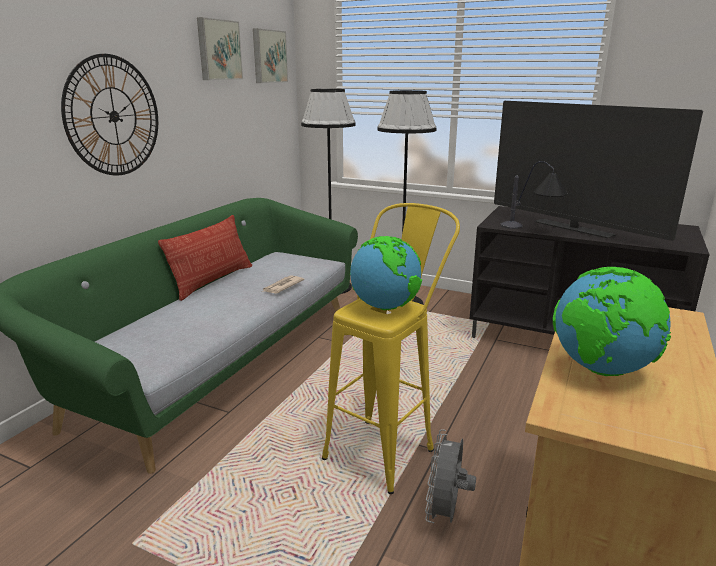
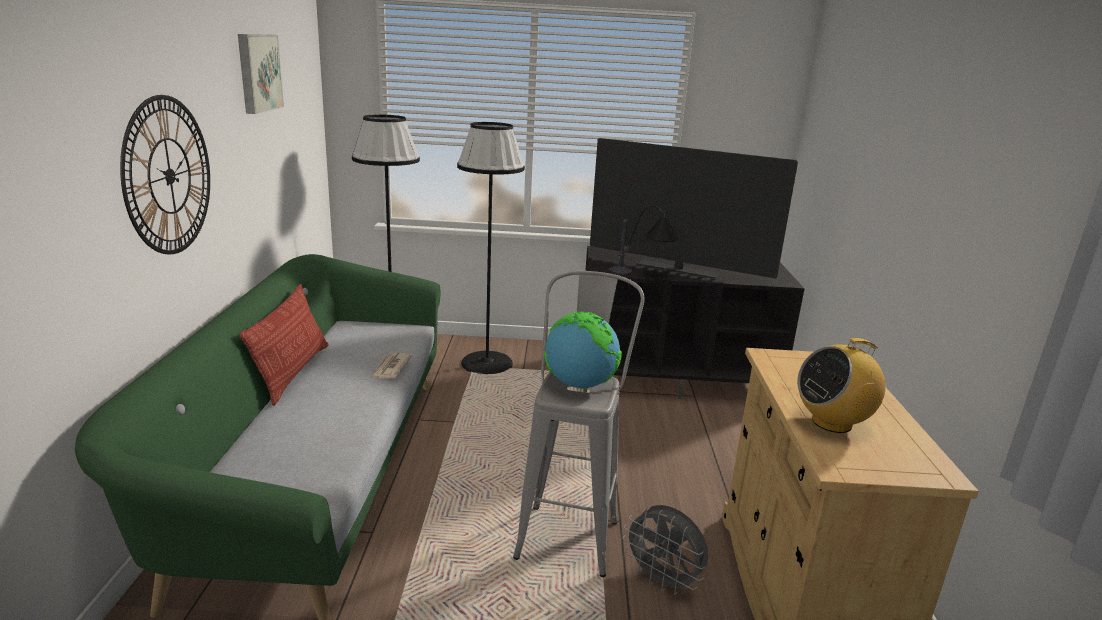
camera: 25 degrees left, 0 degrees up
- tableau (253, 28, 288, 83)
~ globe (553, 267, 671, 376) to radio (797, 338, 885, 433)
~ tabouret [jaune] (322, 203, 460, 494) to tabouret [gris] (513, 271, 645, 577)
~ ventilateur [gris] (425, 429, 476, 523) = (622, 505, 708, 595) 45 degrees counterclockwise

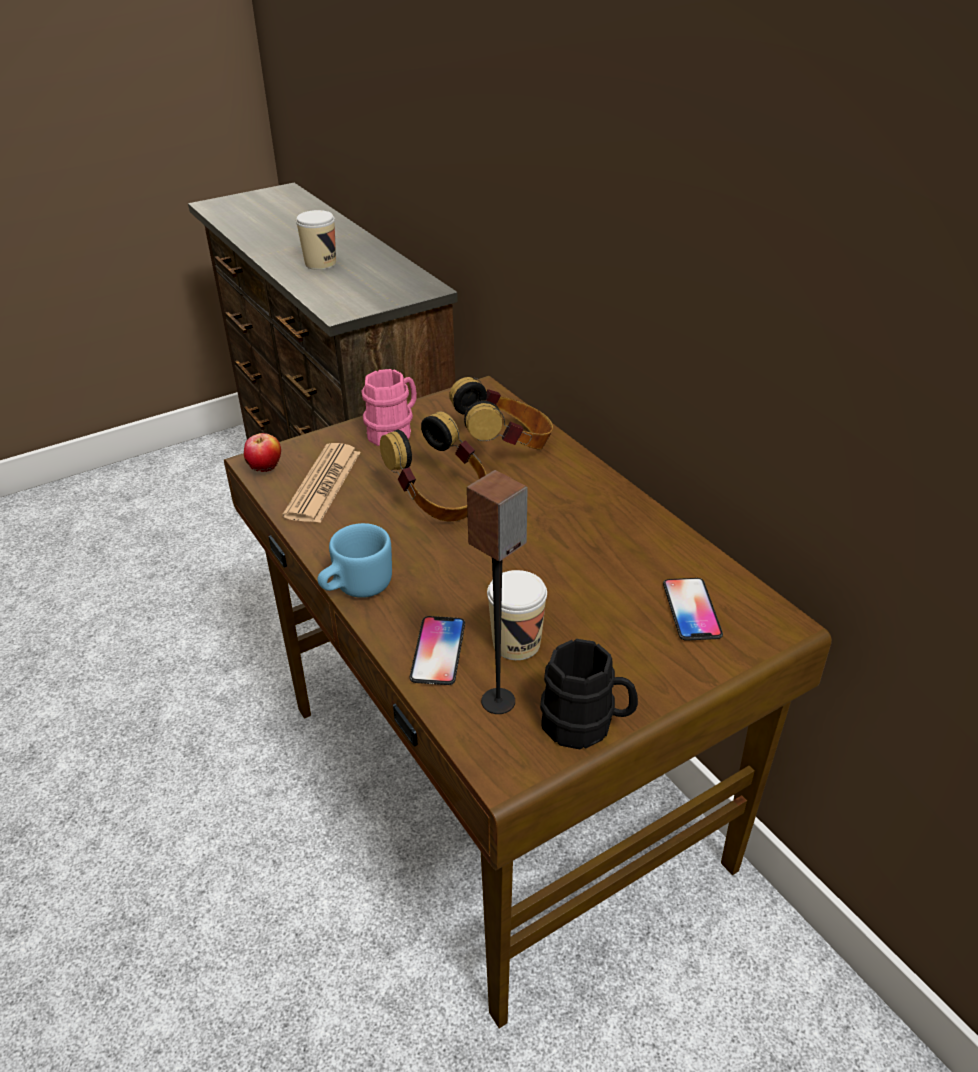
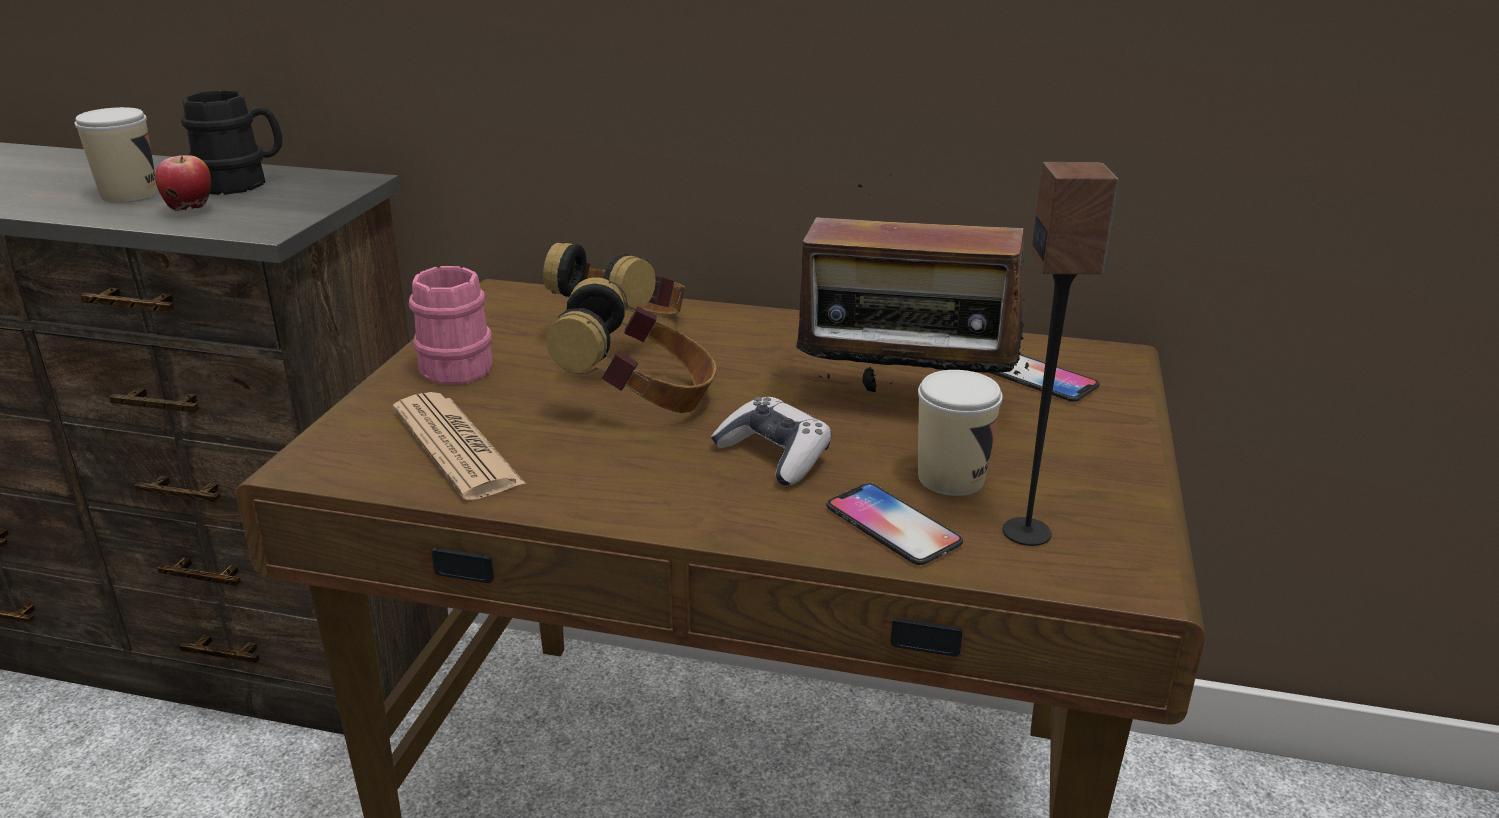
camera: 45 degrees left, 10 degrees down
- mug [bleu] (317, 523, 392, 598)
+ manette (711, 397, 831, 486)
+ radio (796, 174, 1029, 404)
~ pomme (244, 433, 281, 472) to (155, 155, 211, 212)
~ mug [noir] (540, 639, 638, 749) to (181, 90, 282, 195)

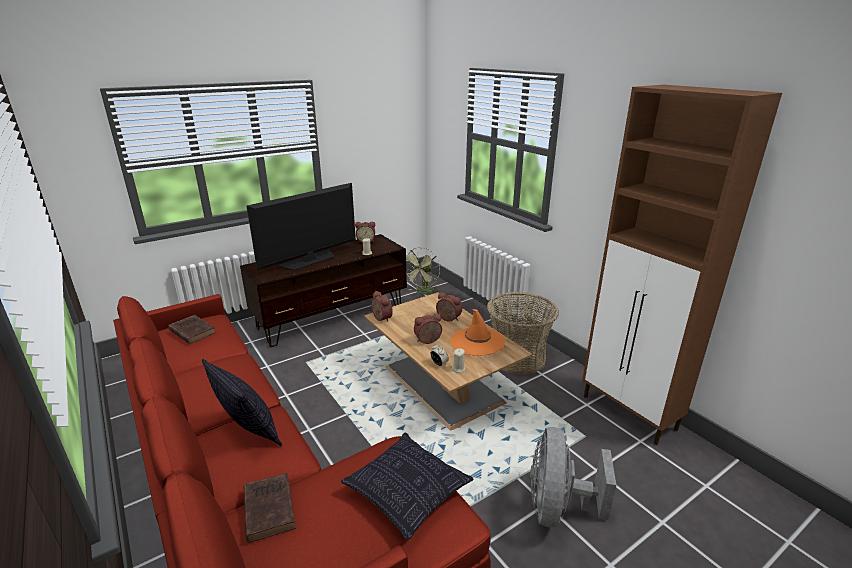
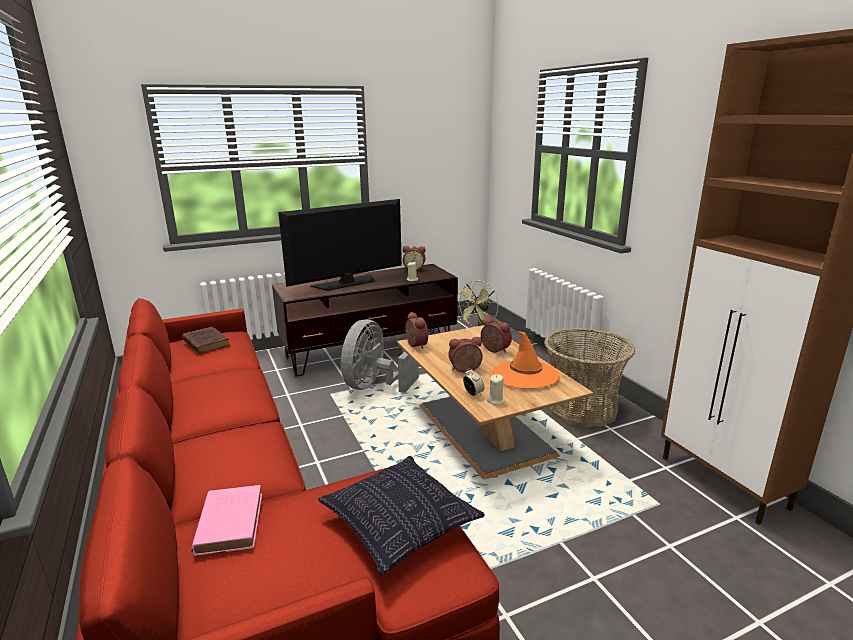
camera: 10 degrees right, 5 degrees down
- coussin (202, 359, 282, 446)
~ ventilateur [gris] (530, 427, 616, 527) to (341, 319, 419, 393)
~ livre [marron] (244, 473, 296, 543) to livre [rose] (191, 485, 262, 556)

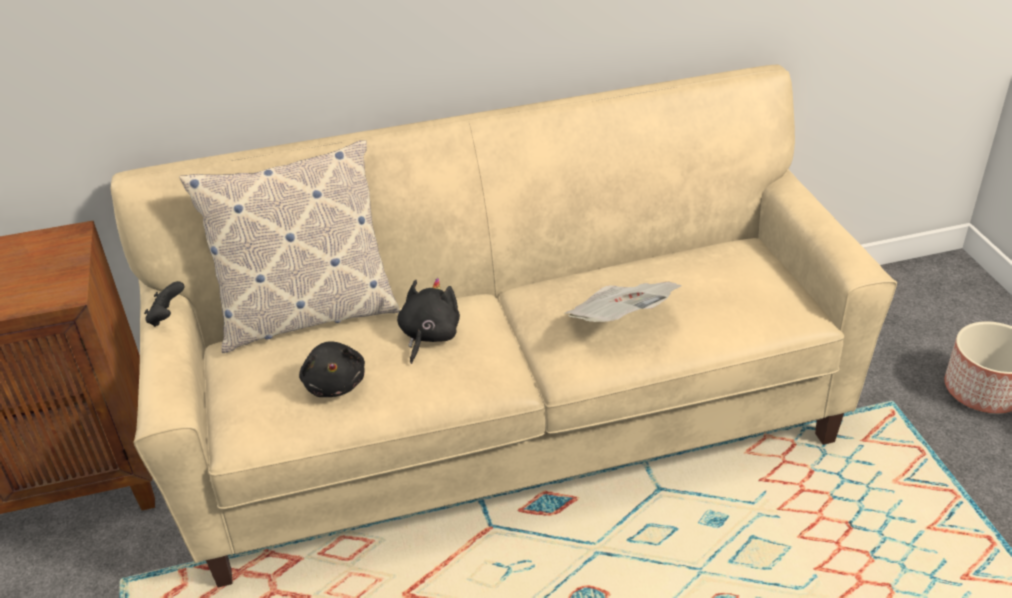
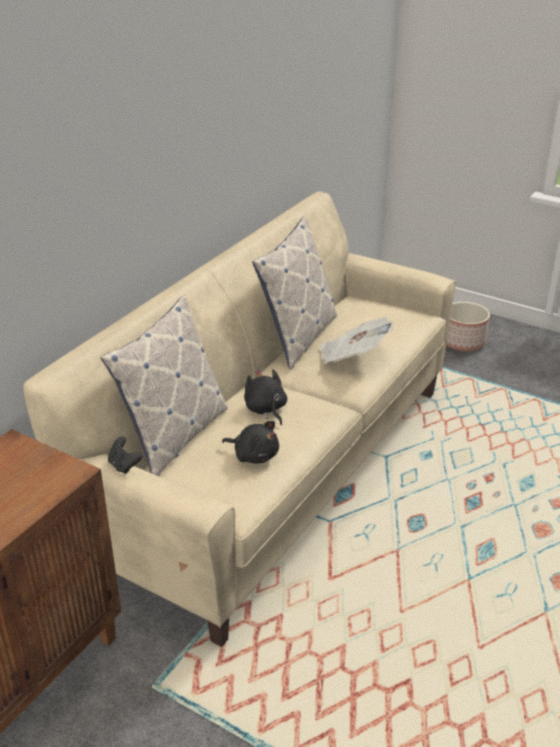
camera: 45 degrees left, 5 degrees down
+ coussin (252, 217, 337, 369)

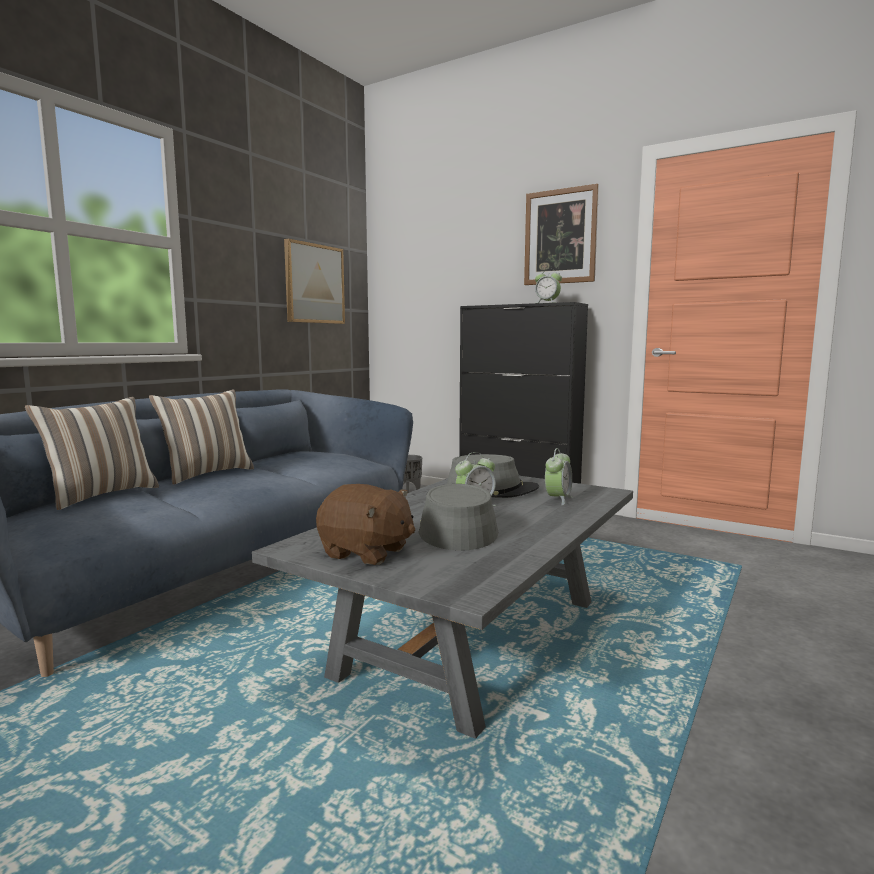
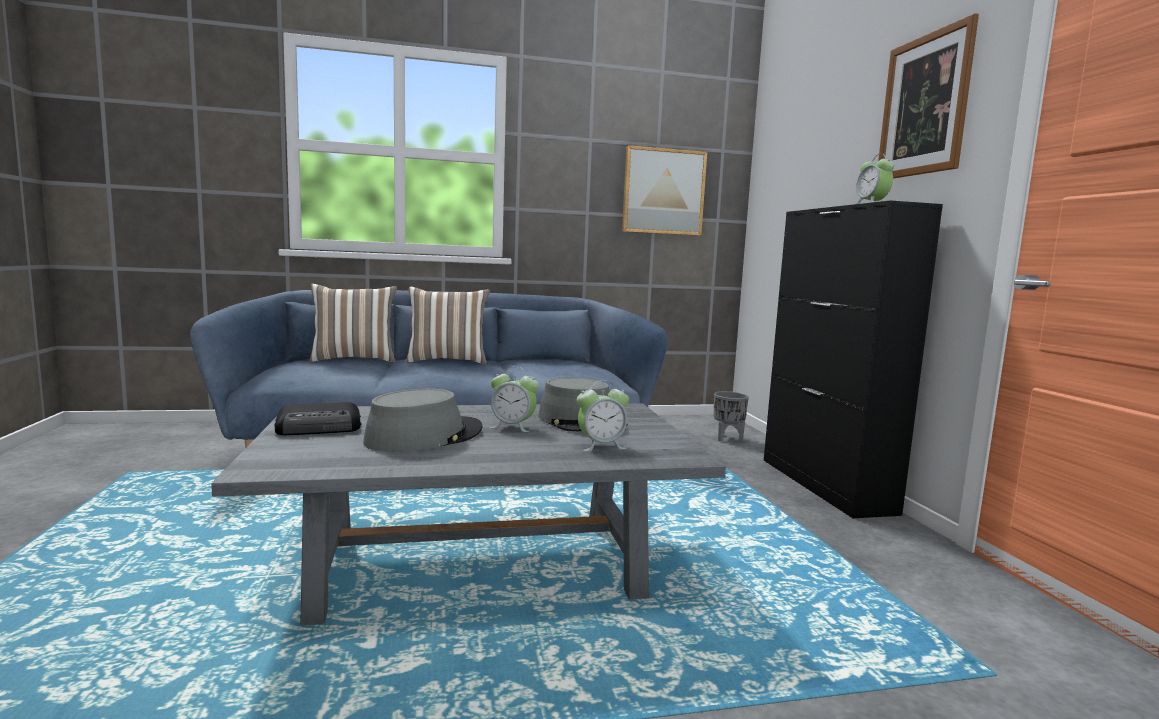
camera: 45 degrees right, 0 degrees up
~ peluche [marron] (316, 484, 415, 565) to radio (274, 402, 361, 435)

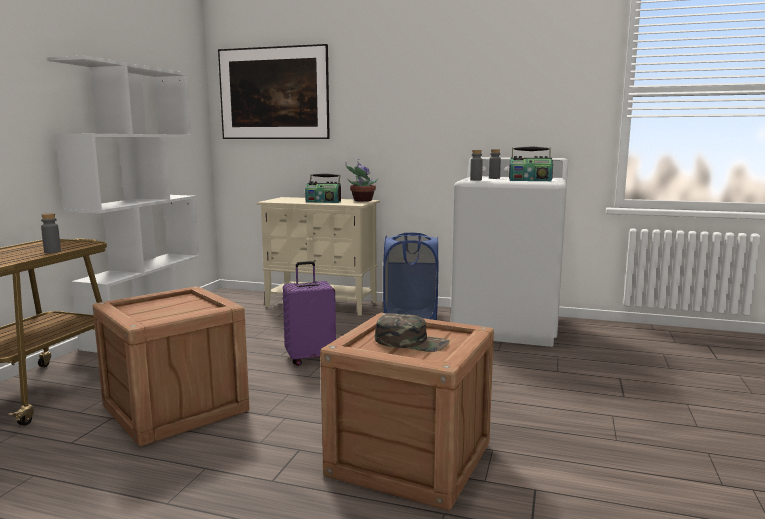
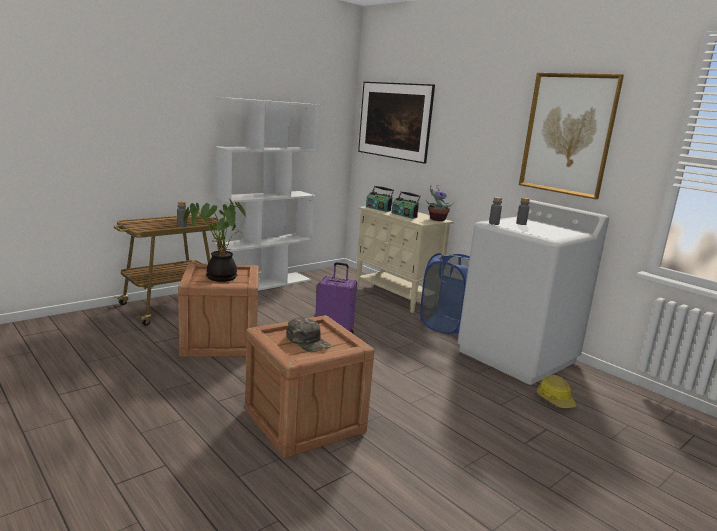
camera: 30 degrees right, 5 degrees up
+ plante en pot (183, 199, 246, 282)
+ tableau (519, 73, 624, 199)
+ casque de chantier (537, 375, 577, 408)
~ radio (509, 146, 553, 181) to (366, 186, 394, 212)

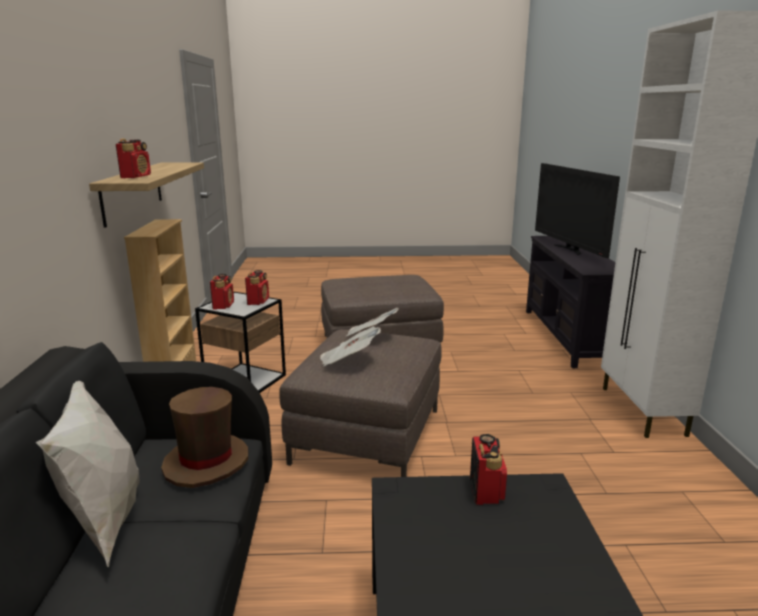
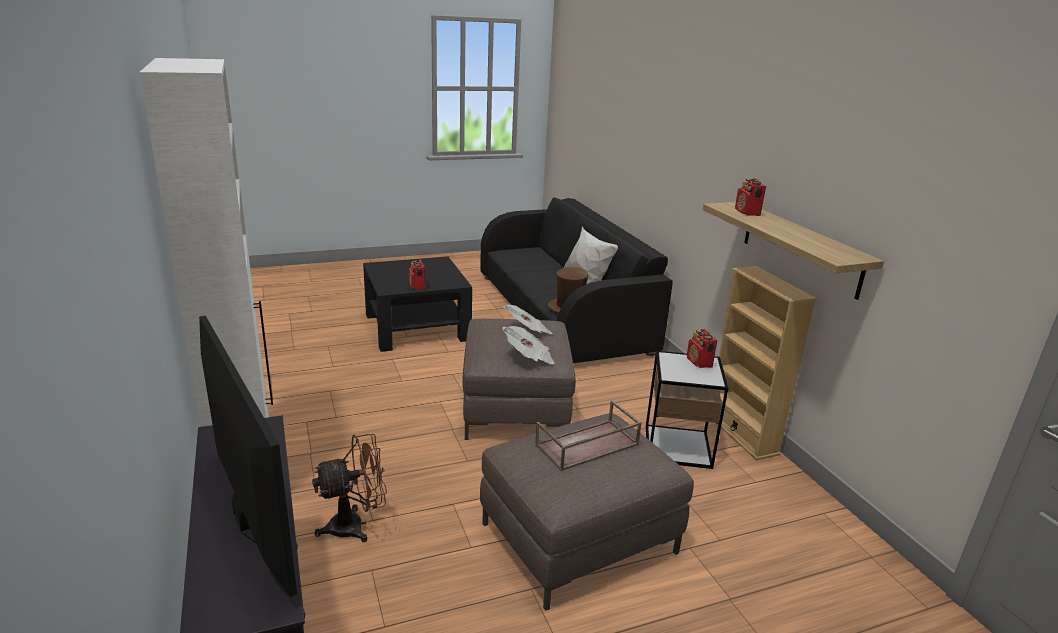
camera: 160 degrees right, 5 degrees up
- radio (245, 270, 269, 305)
+ ventilateur [marron] (312, 434, 387, 542)
+ plateau [marron] (535, 400, 642, 471)

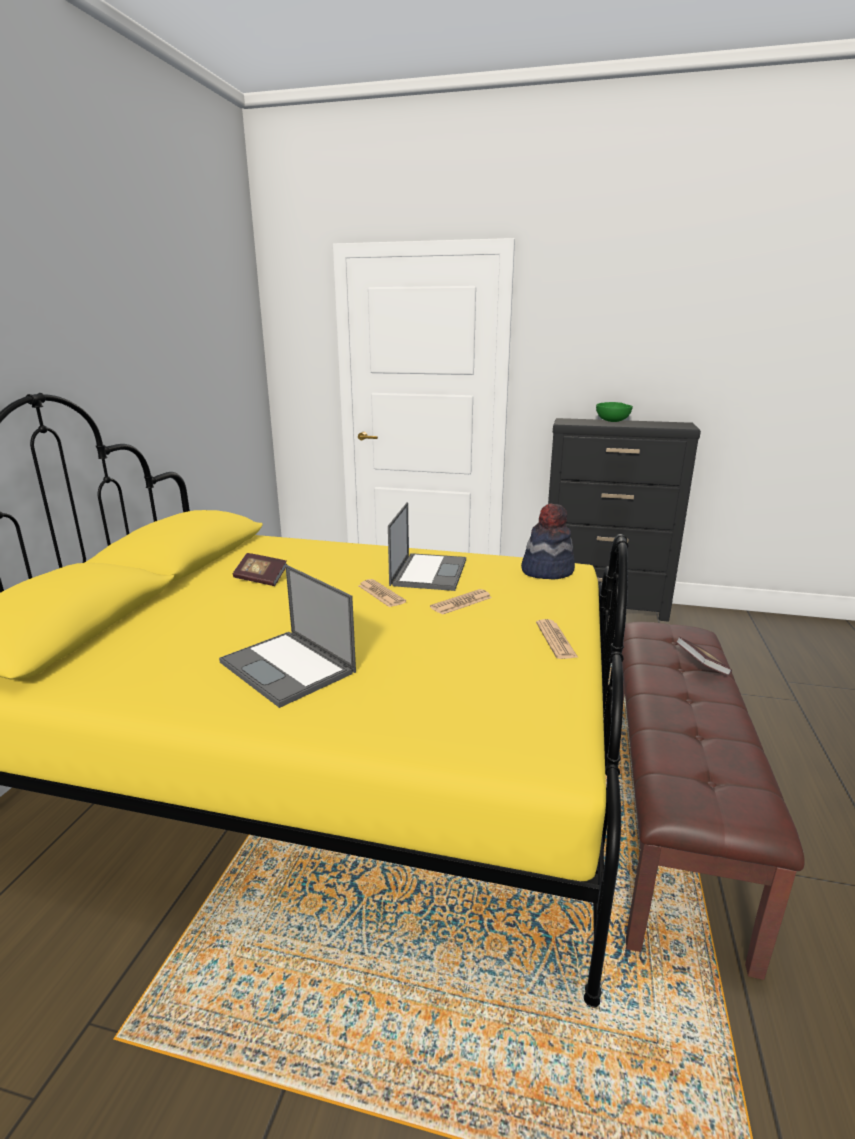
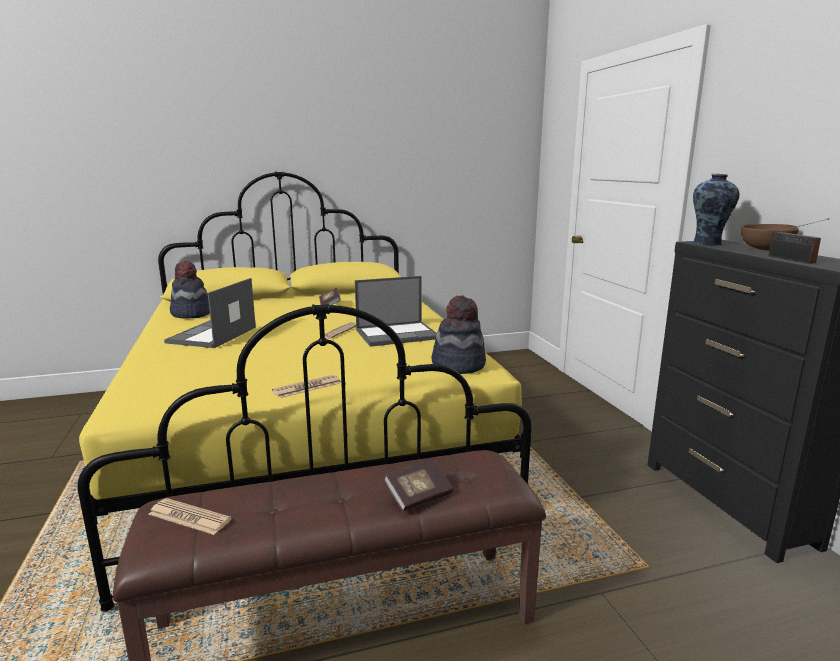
camera: 60 degrees right, 5 degrees down
+ chapeau (170, 261, 210, 318)
+ vase (693, 174, 739, 245)
+ radio (768, 218, 829, 264)
~ journal (430, 589, 492, 615) to (148, 498, 232, 535)
~ bol [vert] (596, 402, 633, 422) to bol [marron] (741, 224, 799, 250)

